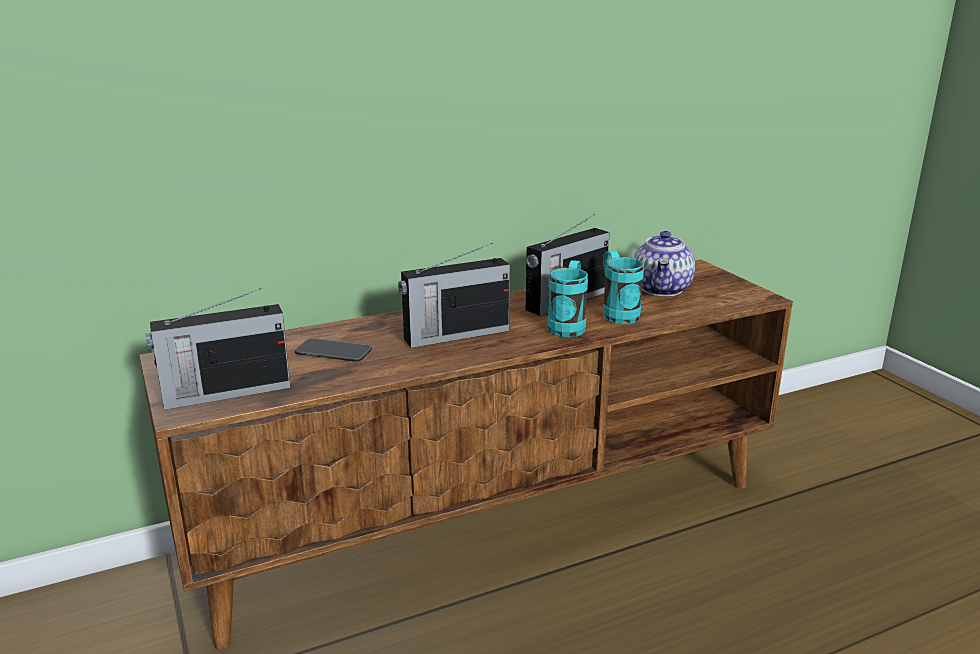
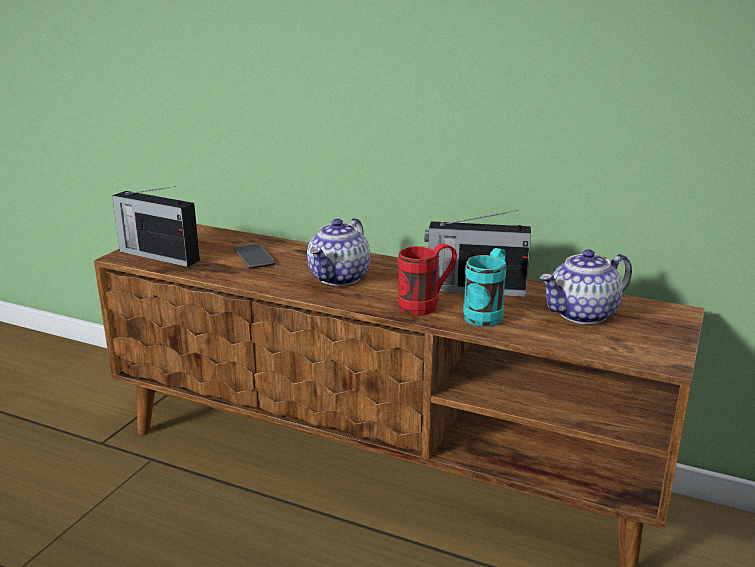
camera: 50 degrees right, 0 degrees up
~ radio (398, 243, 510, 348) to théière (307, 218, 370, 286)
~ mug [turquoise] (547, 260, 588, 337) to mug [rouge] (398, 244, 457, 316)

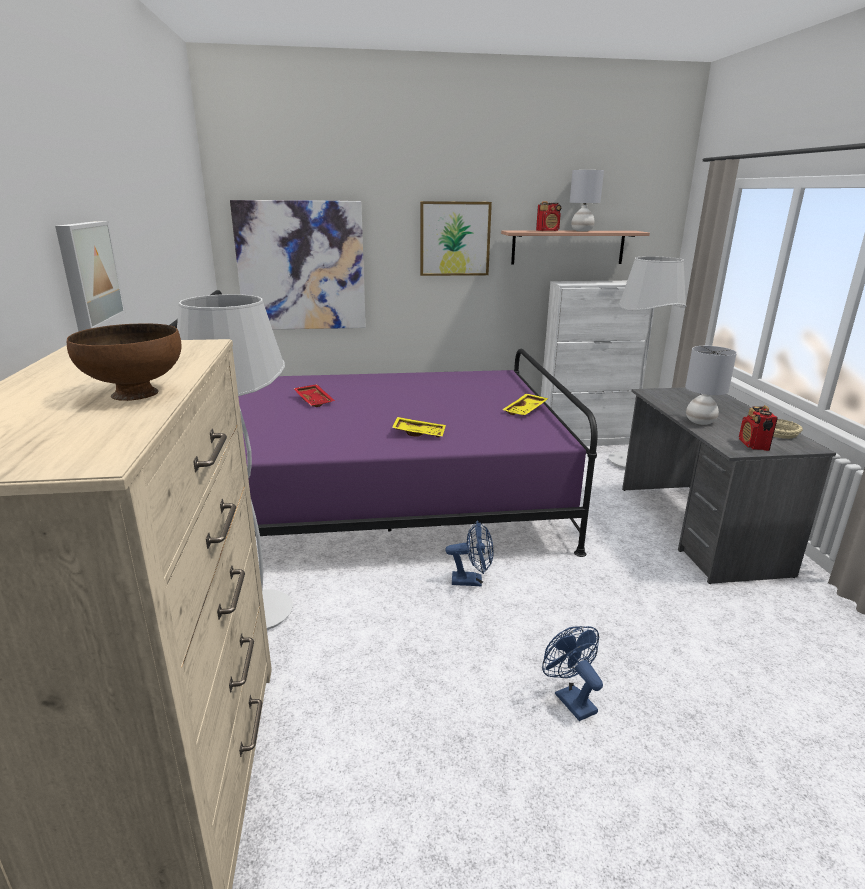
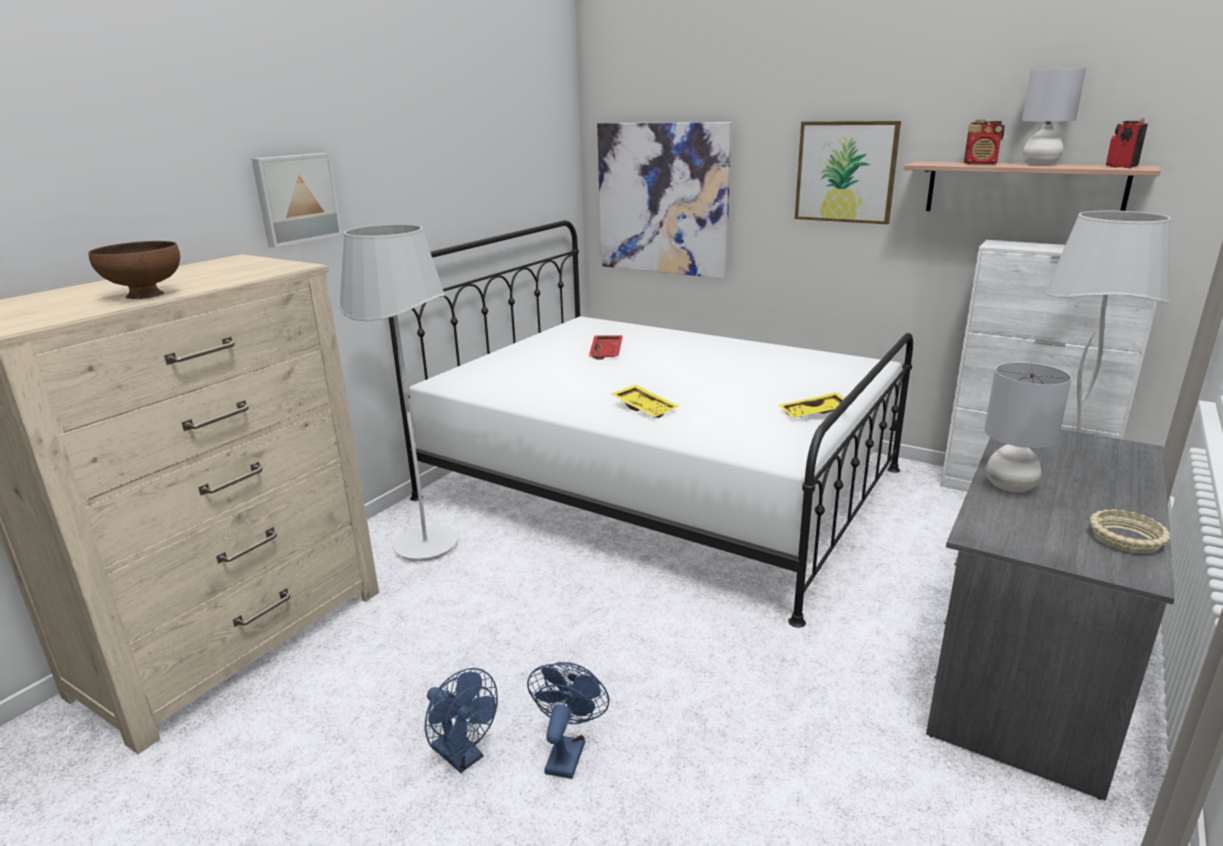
camera: 40 degrees right, 0 degrees up
~ ventilateur [bleu] (445, 521, 494, 587) to (424, 668, 498, 773)
~ radio (739, 405, 778, 451) to (1106, 118, 1148, 168)
~ lit [violet] (170, 290, 598, 557) to lit [blanc] (389, 220, 913, 628)

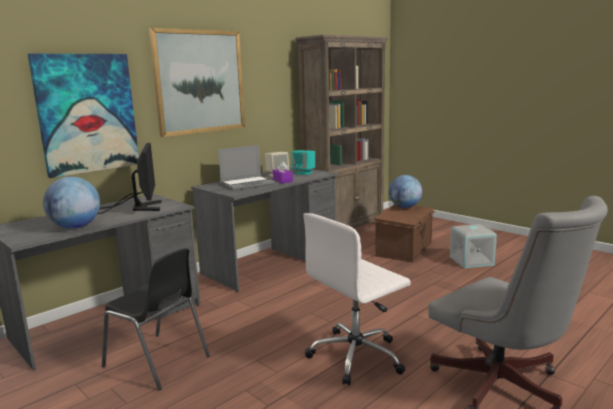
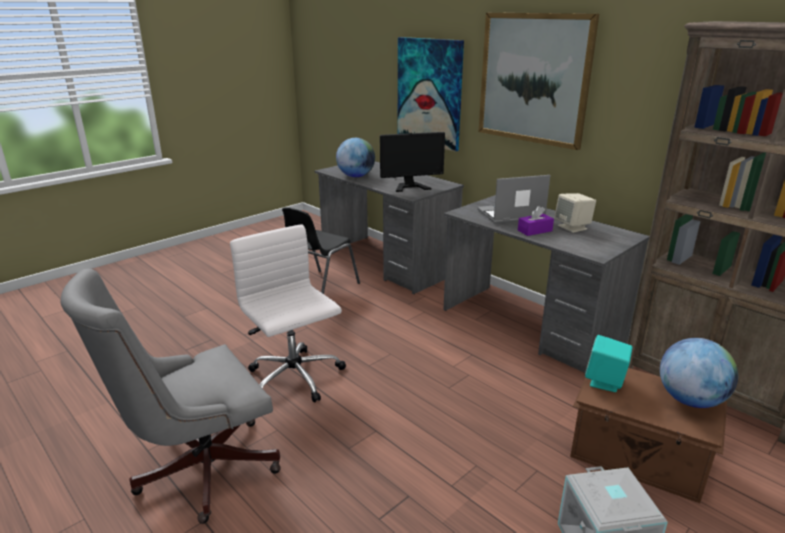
camera: 90 degrees right, 10 degrees up
~ enceinte [turquoise] (292, 150, 315, 175) to (585, 335, 633, 392)
~ ordinateur portable (218, 145, 275, 190) = (477, 175, 550, 224) 105 degrees clockwise

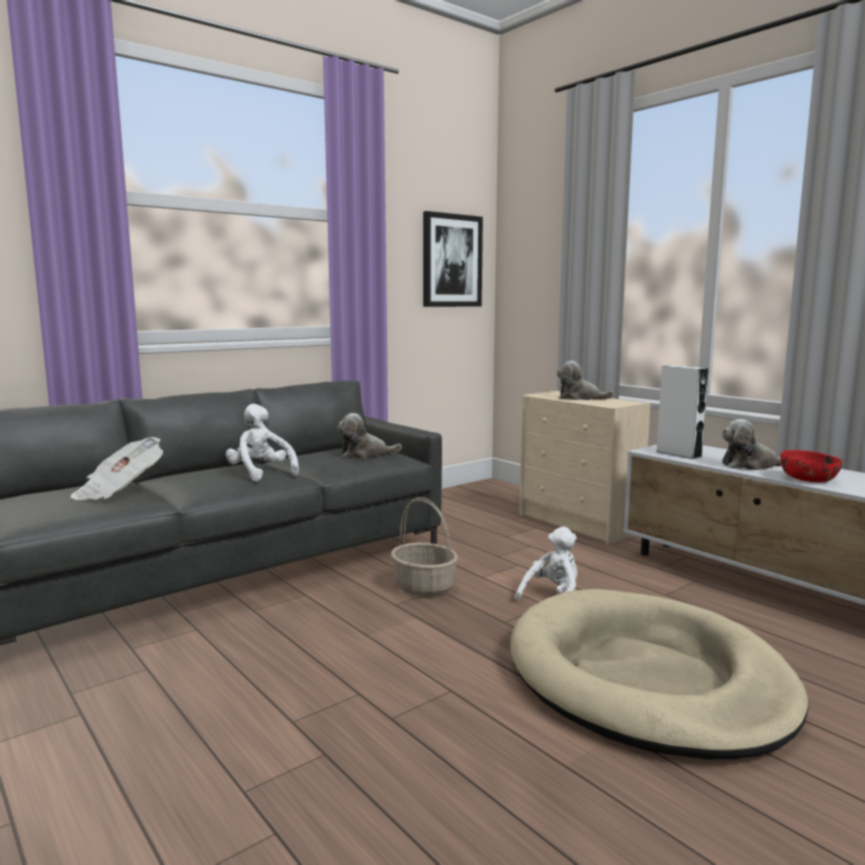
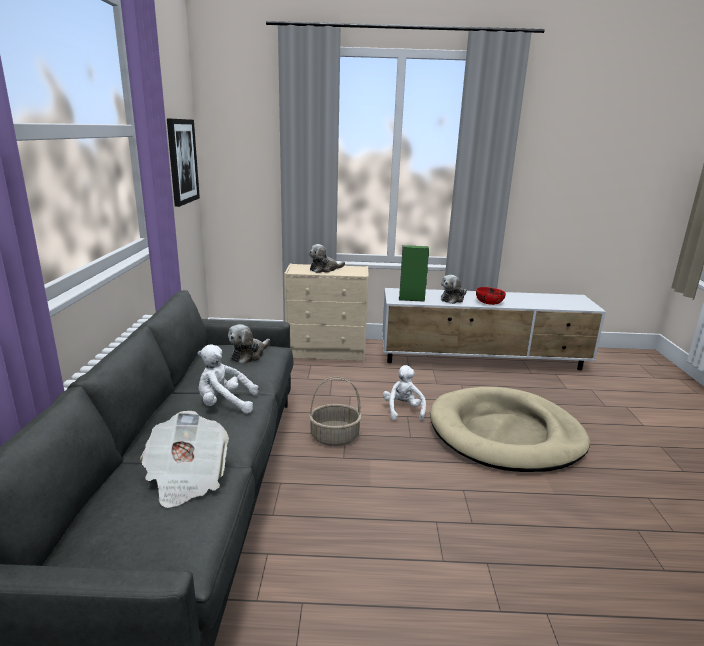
camera: 50 degrees left, 10 degrees up
~ enceinte [blanc] (656, 365, 708, 459) to enceinte [vert] (399, 245, 429, 302)

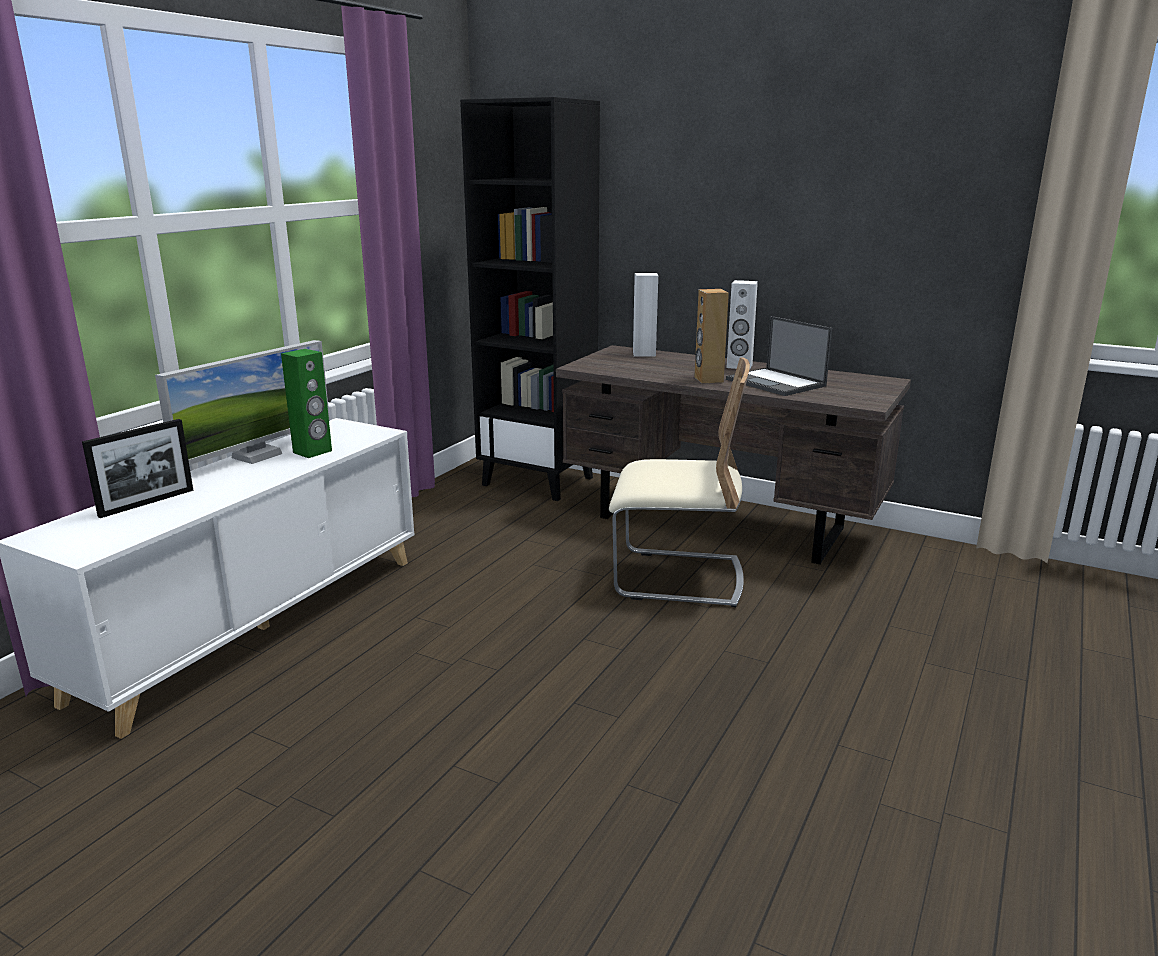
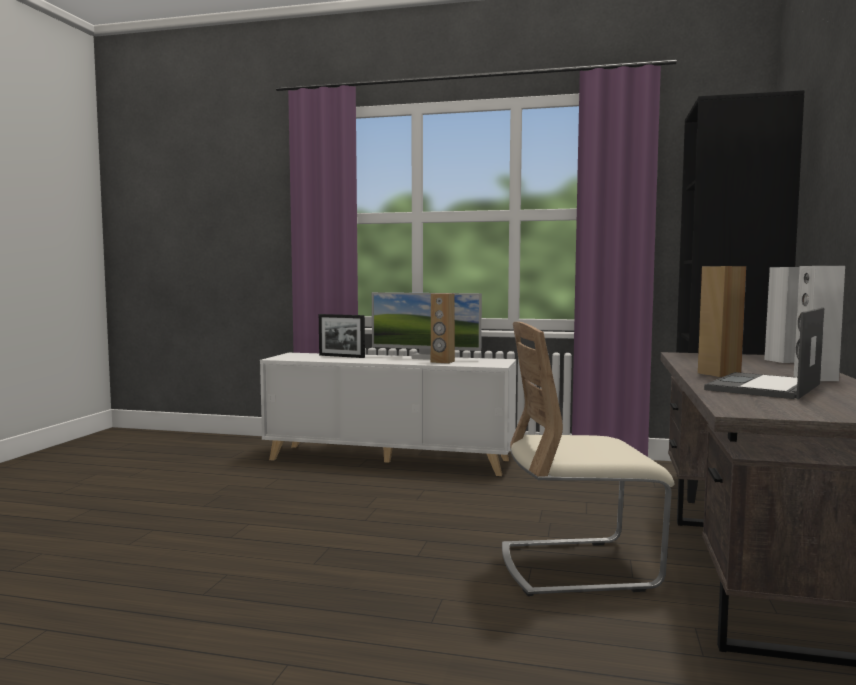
camera: 75 degrees right, 15 degrees down
~ enceinte [vert] (281, 349, 332, 458) to enceinte [marron] (431, 293, 455, 364)
~ chaise [beige] (609, 357, 750, 607) = (502, 322, 675, 596) 90 degrees clockwise

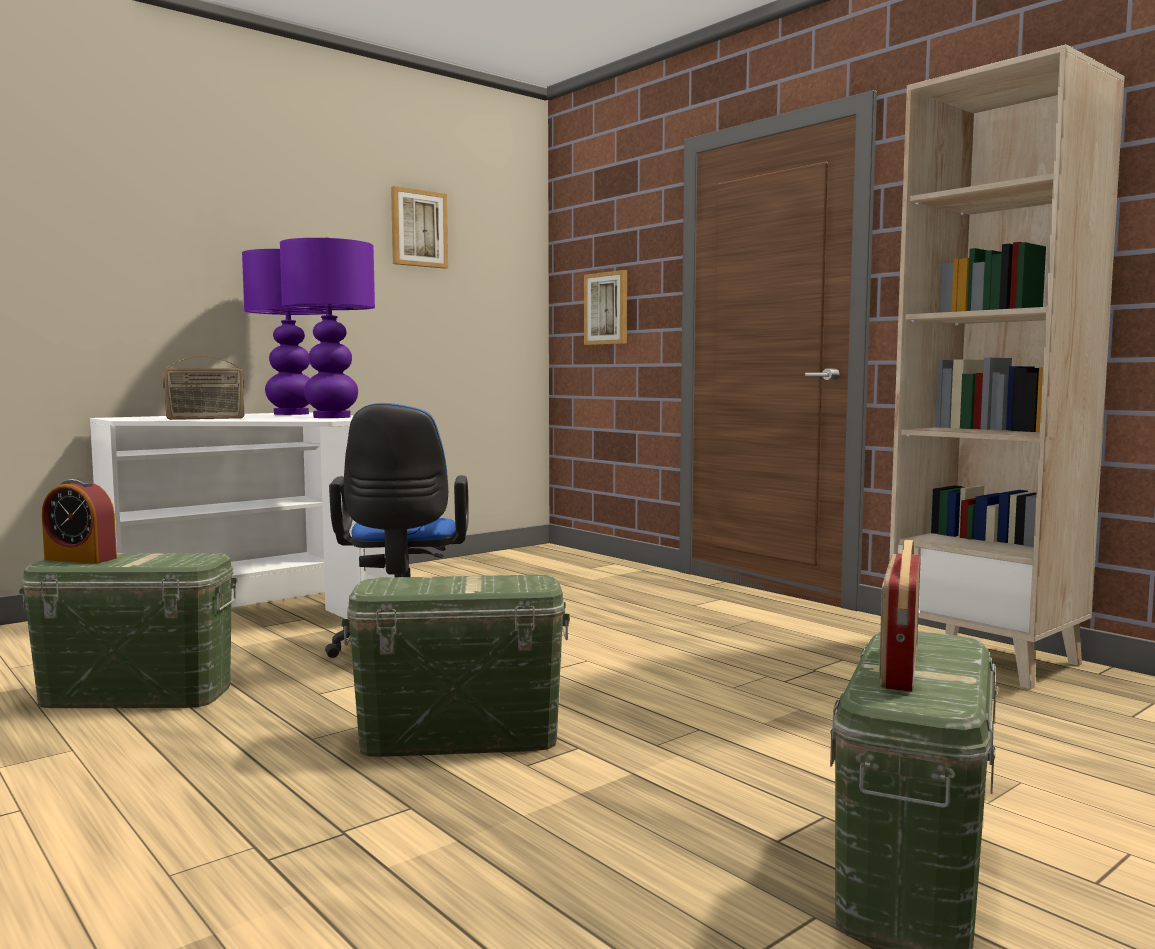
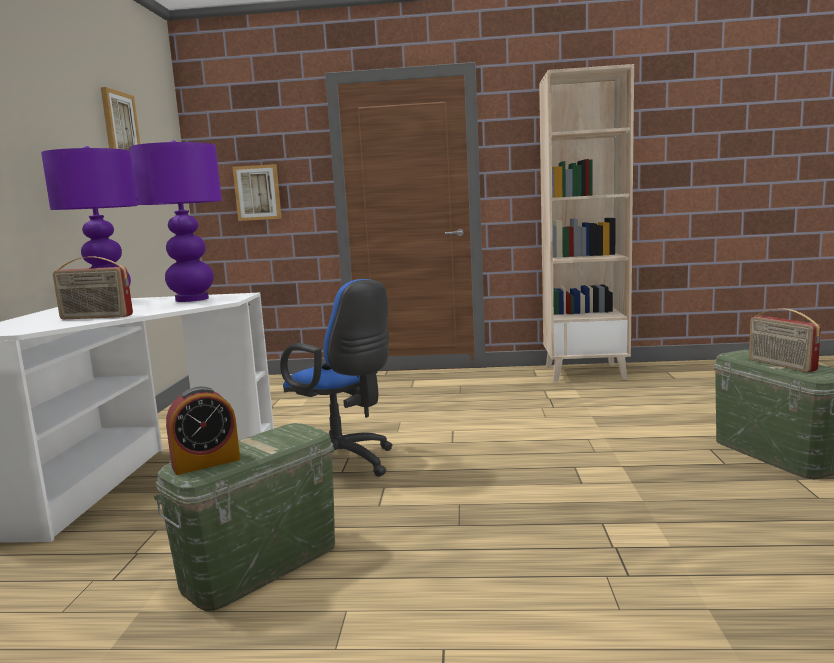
camera: 45 degrees left, 5 degrees up
- boîte de rangement [vert] (341, 575, 570, 757)
~ radio (163, 356, 244, 420) = (53, 256, 133, 319) 75 degrees clockwise

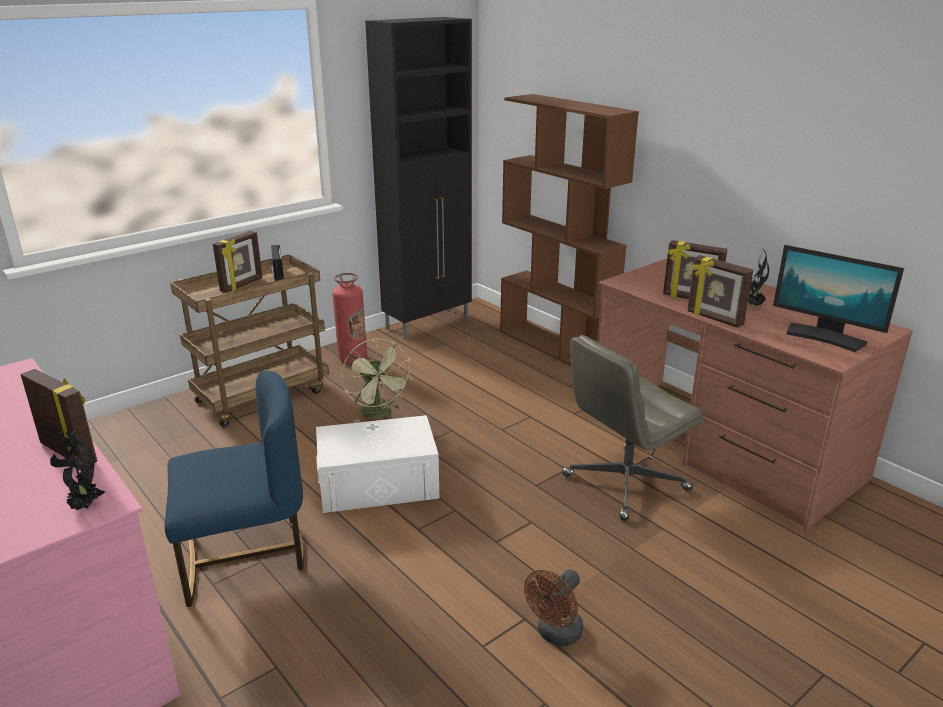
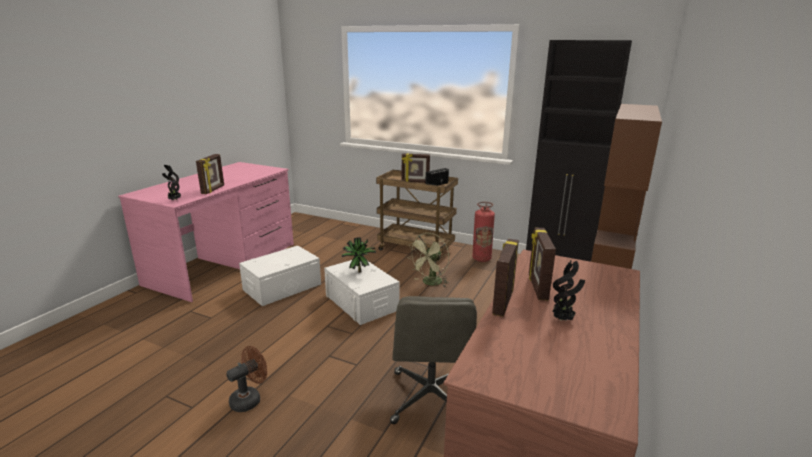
camera: 65 degrees right, 5 degrees down
- écran d'ordinateur (773, 245, 904, 352)
+ plante en pot (342, 238, 376, 273)
~ chaise [bleu] (165, 371, 304, 607) to boîte de rangement [blanc] (239, 246, 321, 306)
~ ventilateur [marron] (524, 569, 584, 646) = (226, 346, 267, 412) 120 degrees clockwise
~ chaise de bureau [gris] (562, 335, 704, 521) = (390, 296, 477, 424) 120 degrees counterclockwise

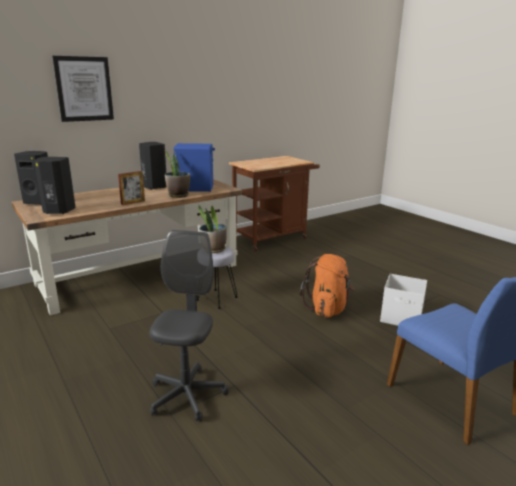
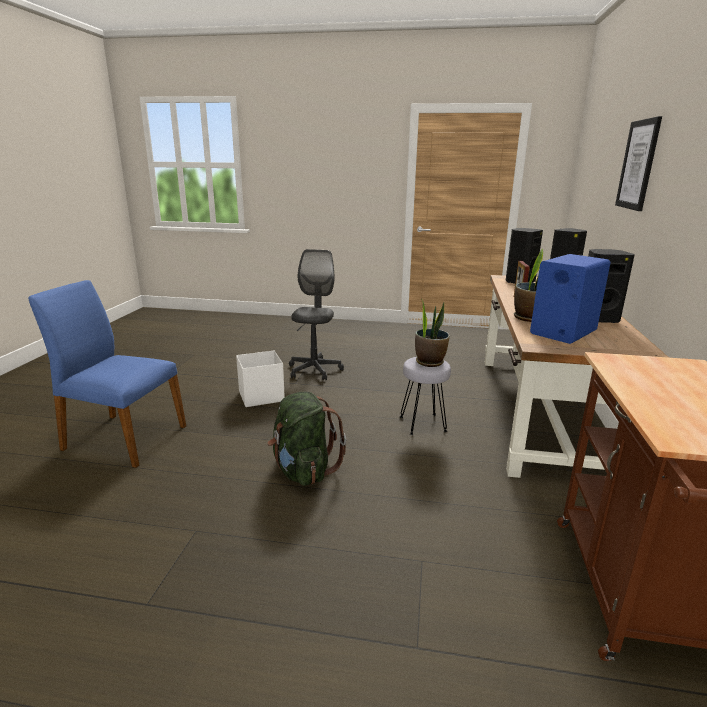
camera: 135 degrees right, 0 degrees up
~ boîte de rangement [blanc] (380, 274, 427, 326) to (236, 351, 285, 407)
~ sac à dos [orange] (300, 254, 355, 317) to sac à dos [vert] (267, 392, 347, 486)
~ chaise de bureau [gris] (149, 230, 229, 422) = (289, 249, 344, 381) 135 degrees counterclockwise

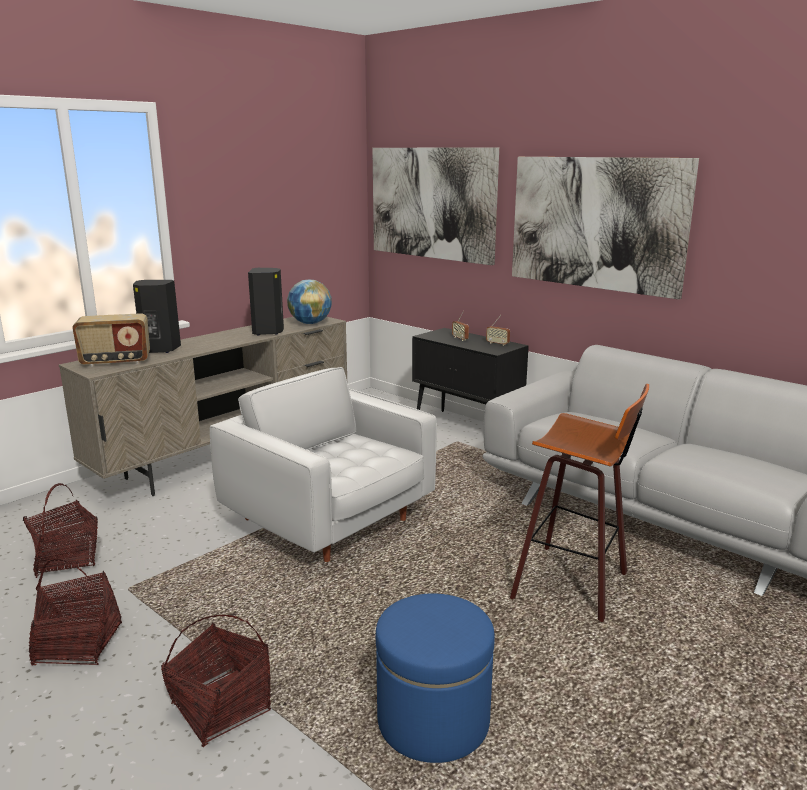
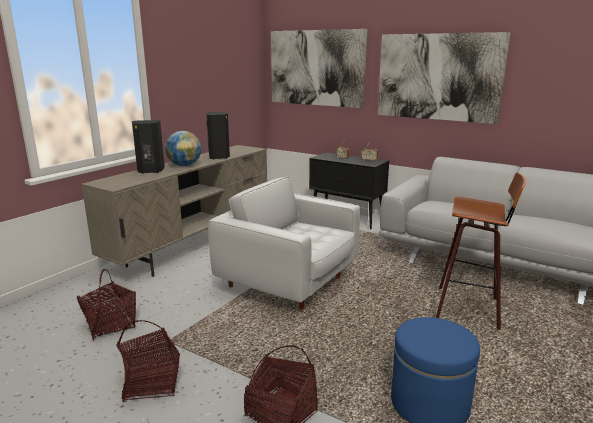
camera: 10 degrees left, 0 degrees up
- radio (72, 313, 150, 367)
~ globe (287, 280, 332, 324) to (165, 131, 201, 166)

